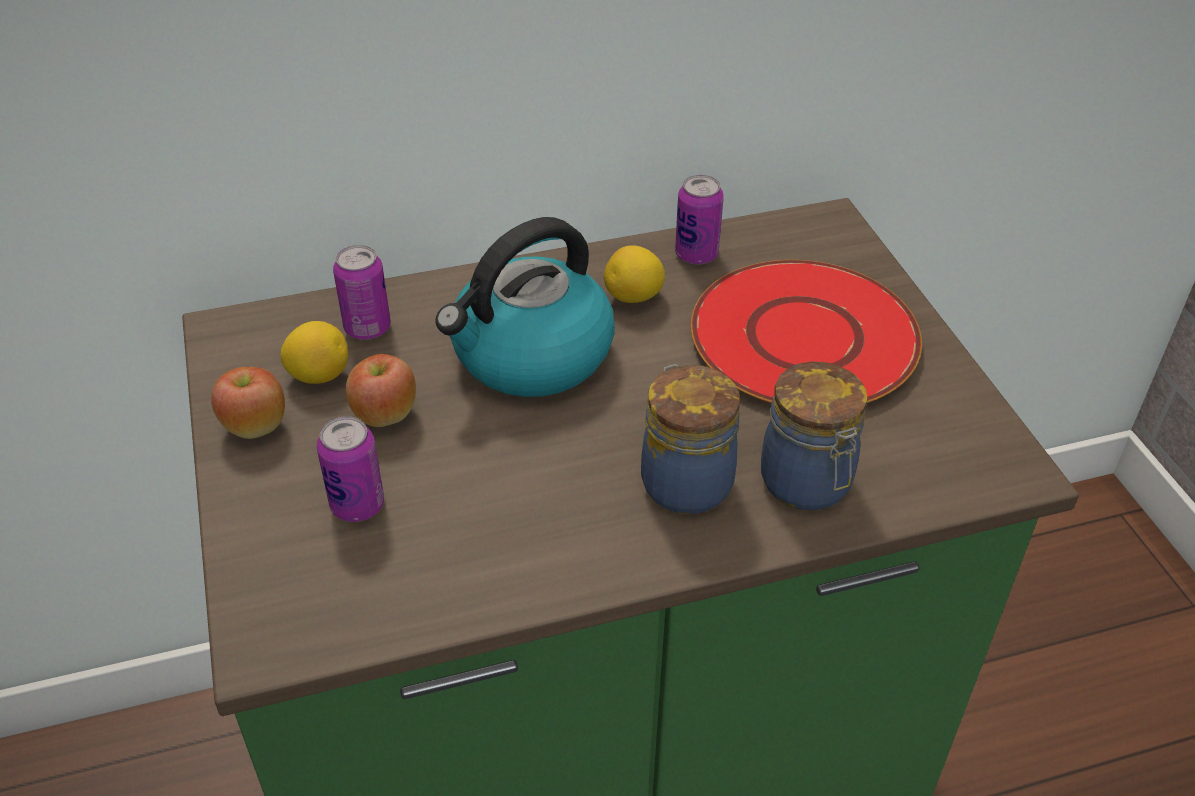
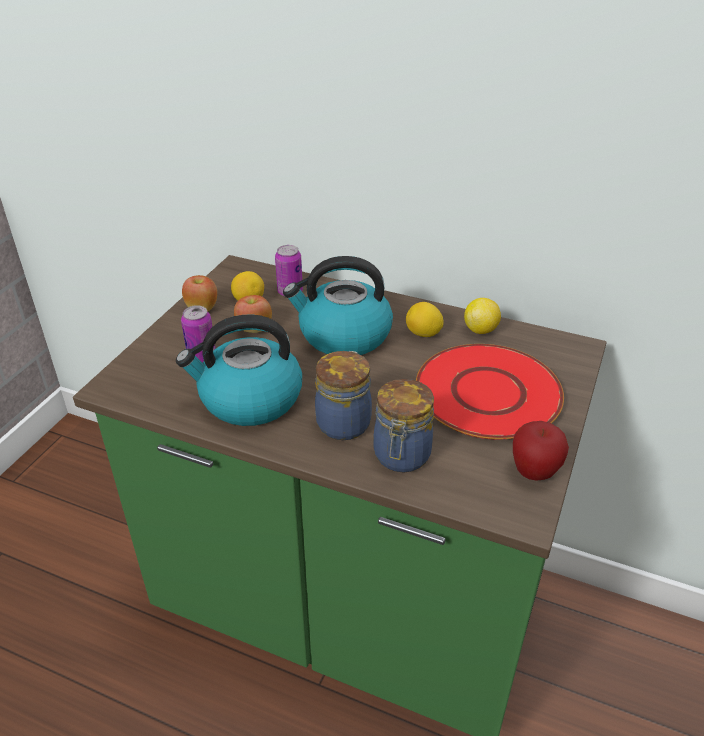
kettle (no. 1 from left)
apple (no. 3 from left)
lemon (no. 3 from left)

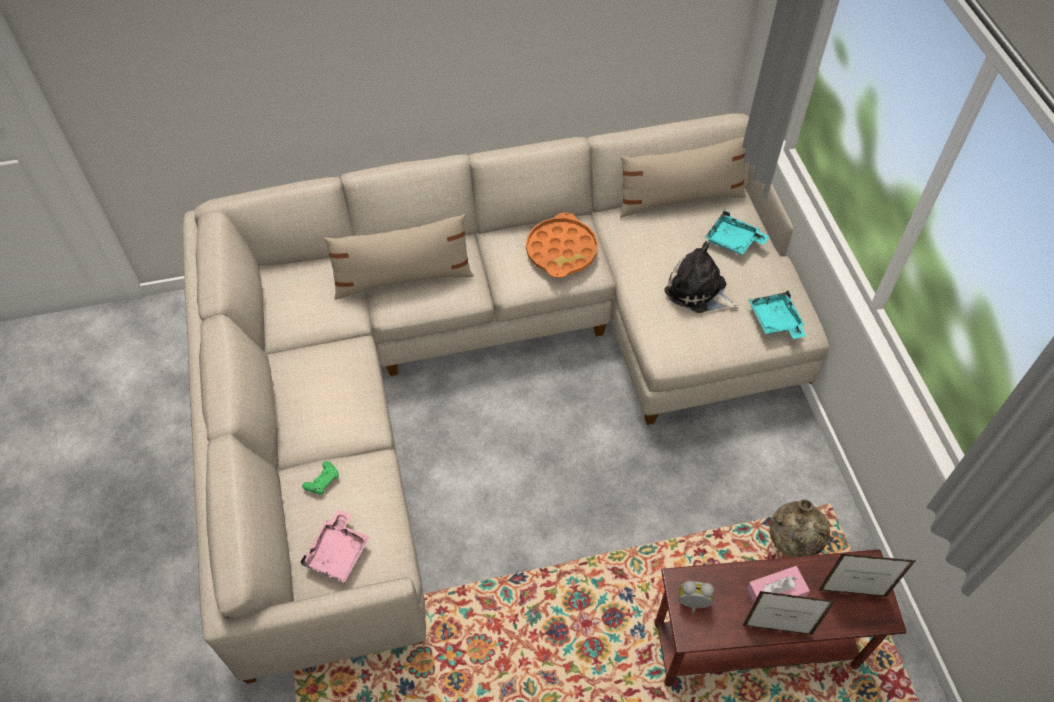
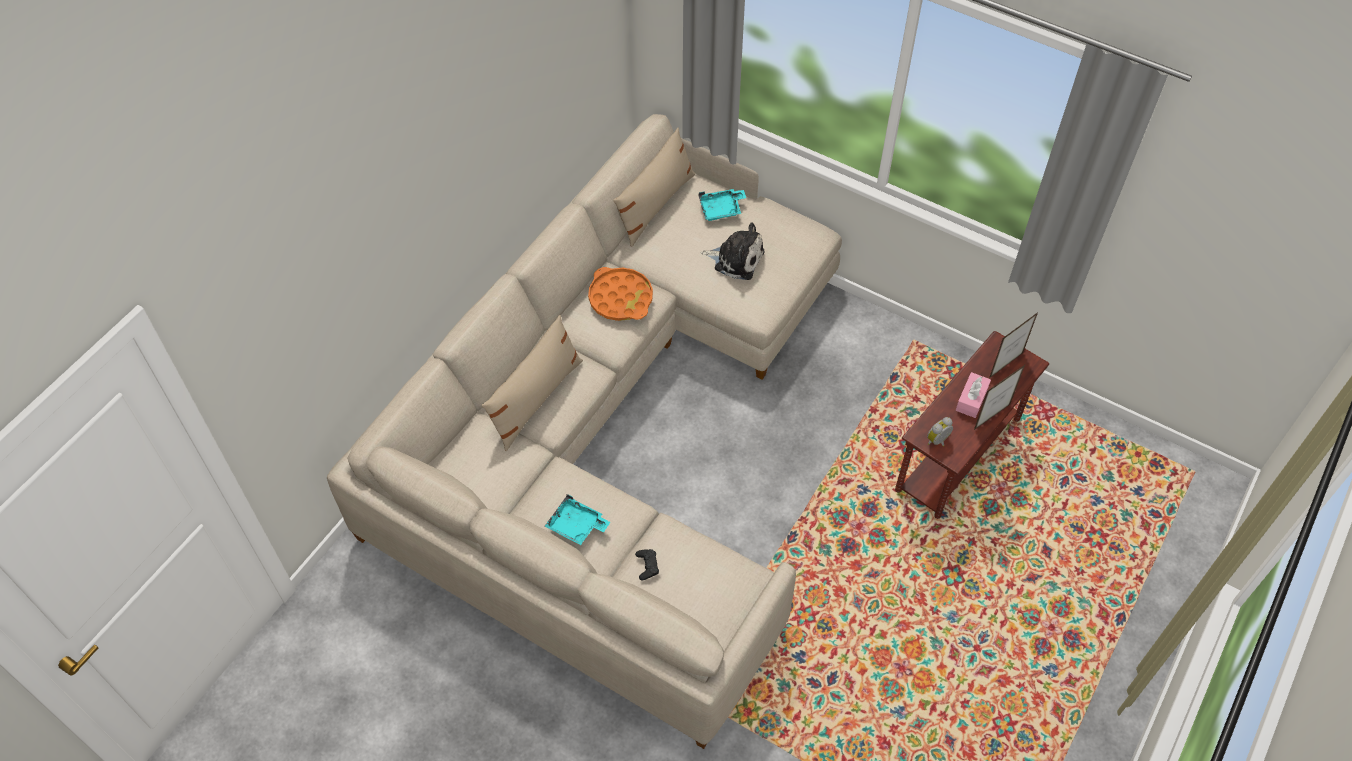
pink tray
beige vase
turquoise tray (no. 1 from left)
black game controller
plush toy

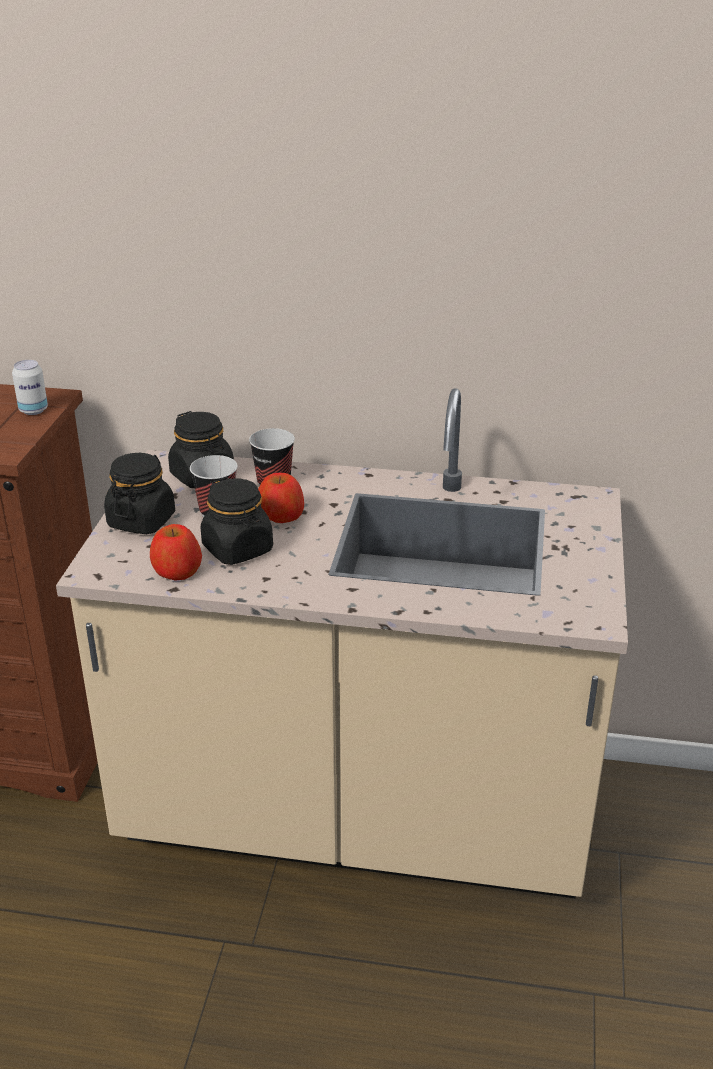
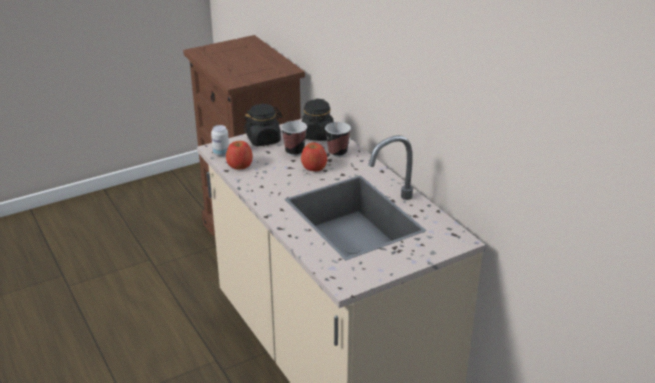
black jar (no. 3 from left in the first image)
can

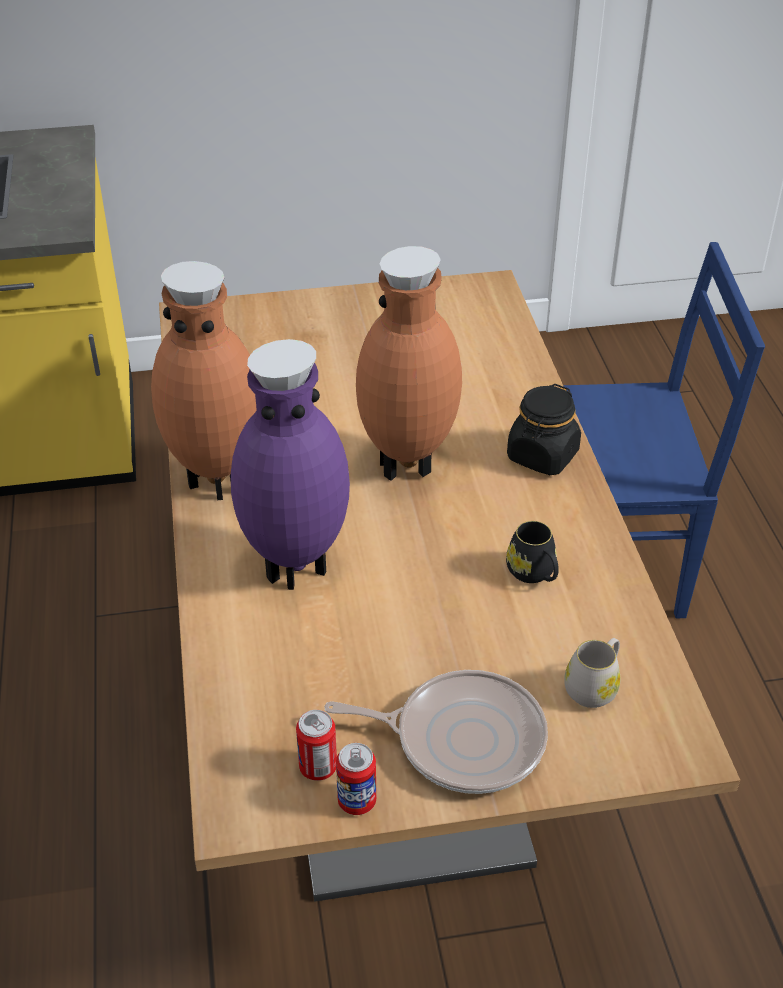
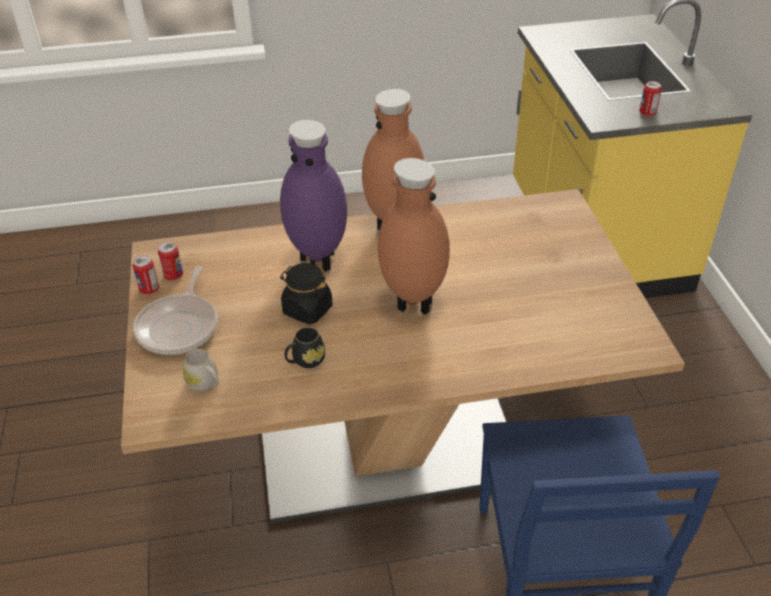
can (no. 3 from left)
black jar

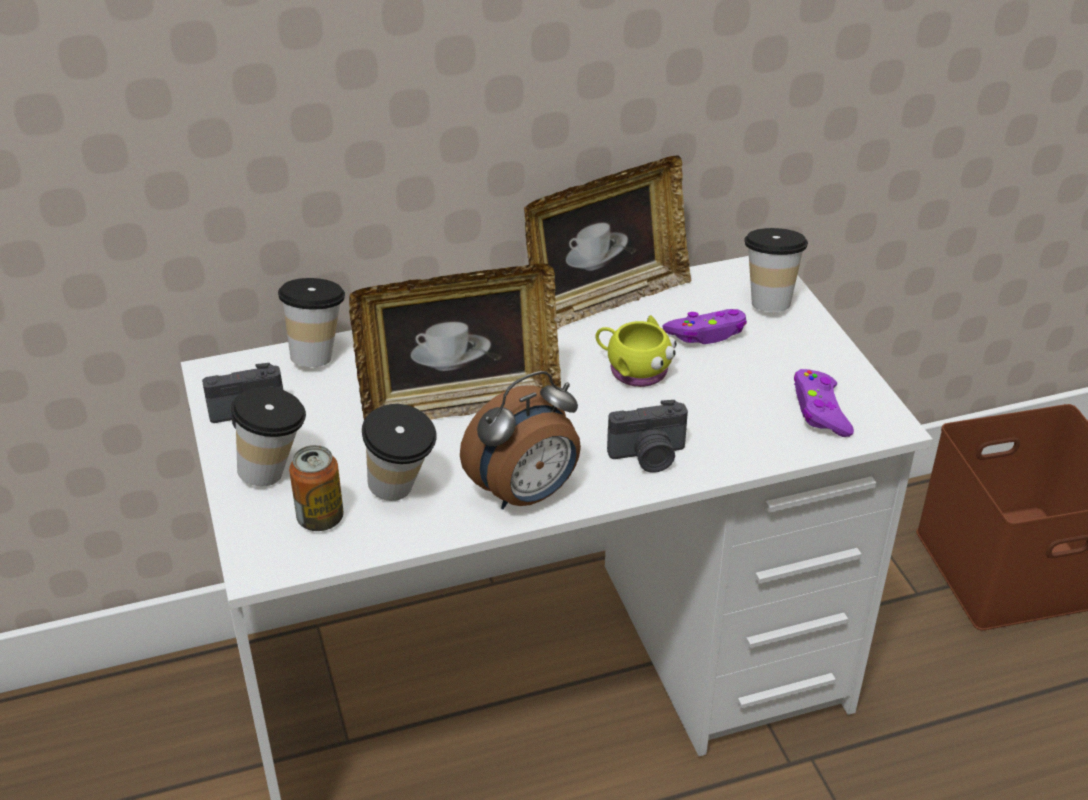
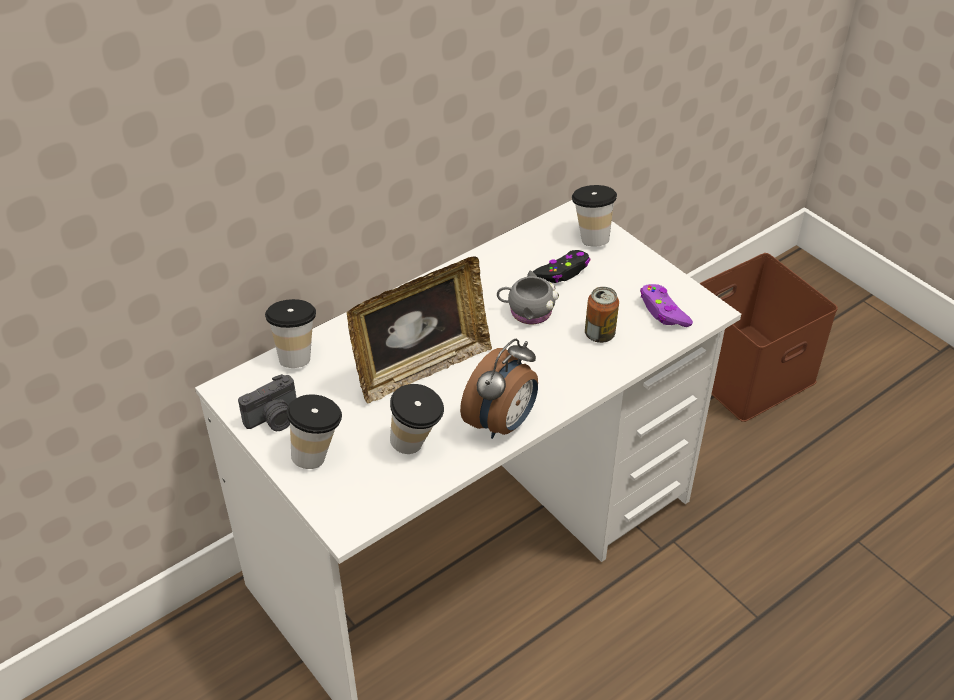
picture frame (no. 2 from left in the first image)
photo camera (no. 2 from left in the first image)
can
grey mug
black game controller

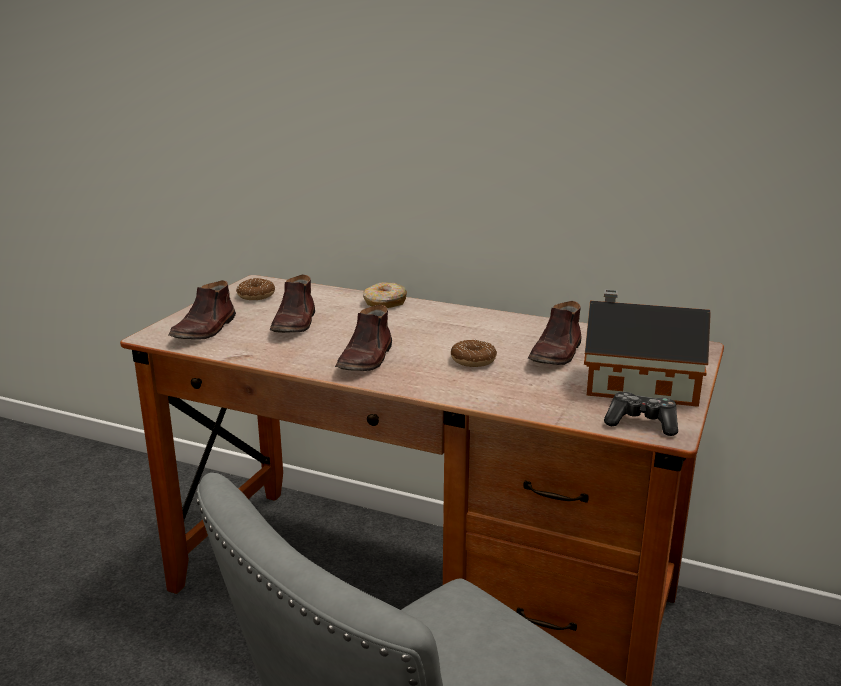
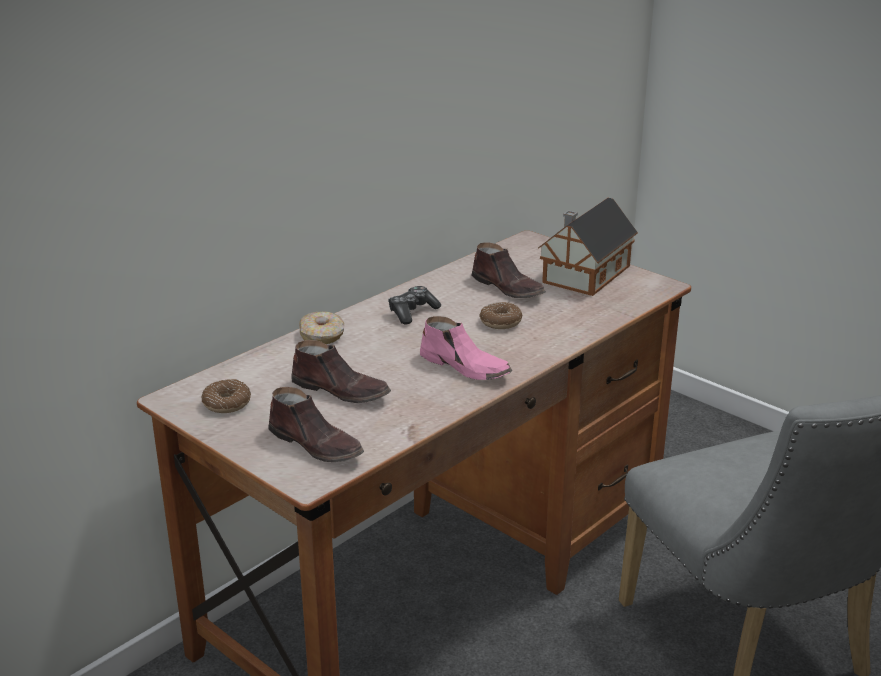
game controller
pink shoe

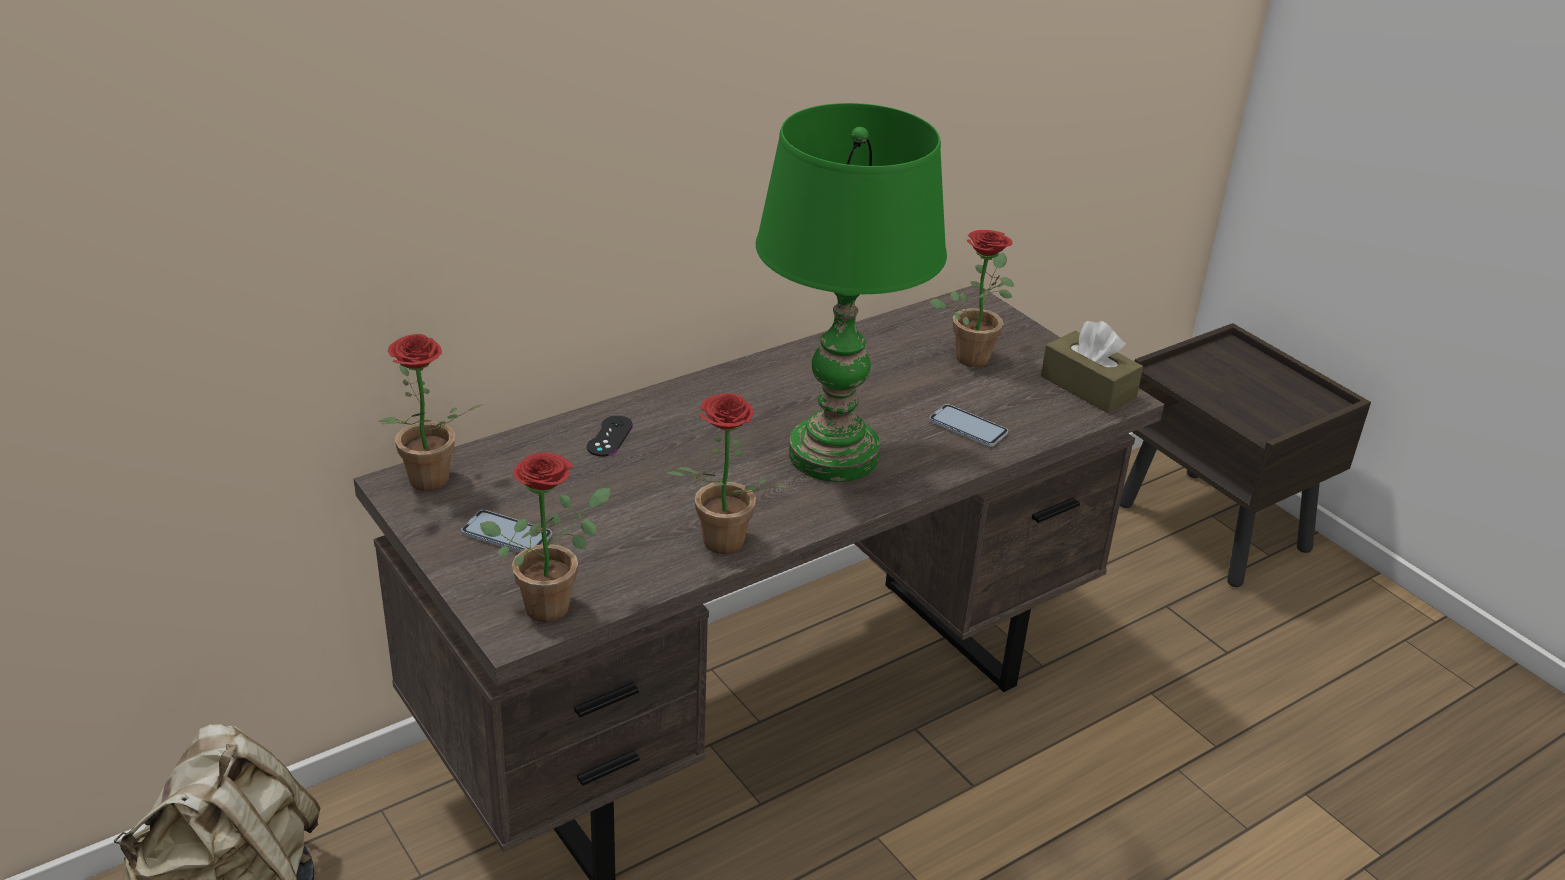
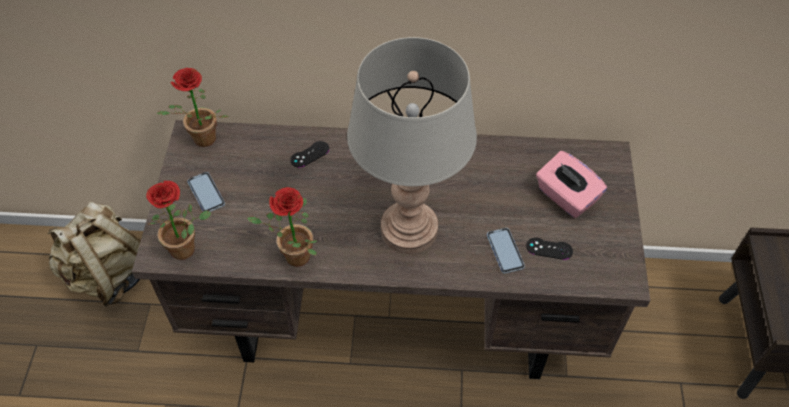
brown tissue box
black game controller (no. 2 from left)
pink tissue box
grey table lamp

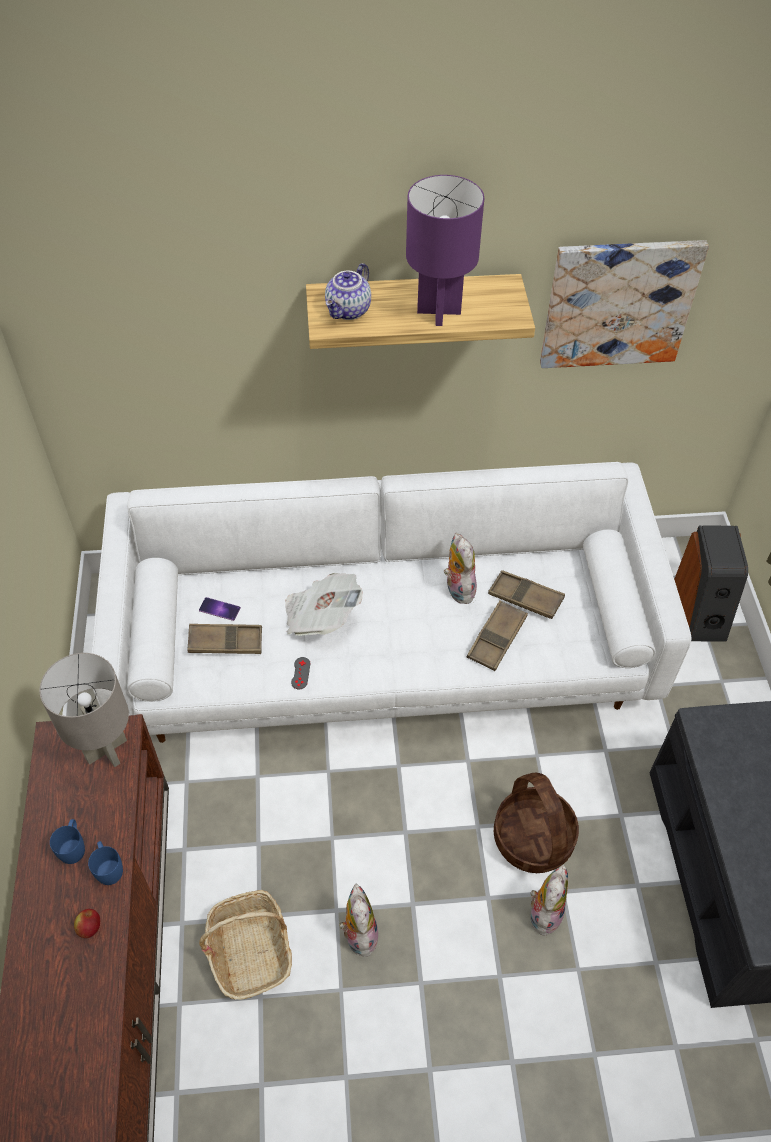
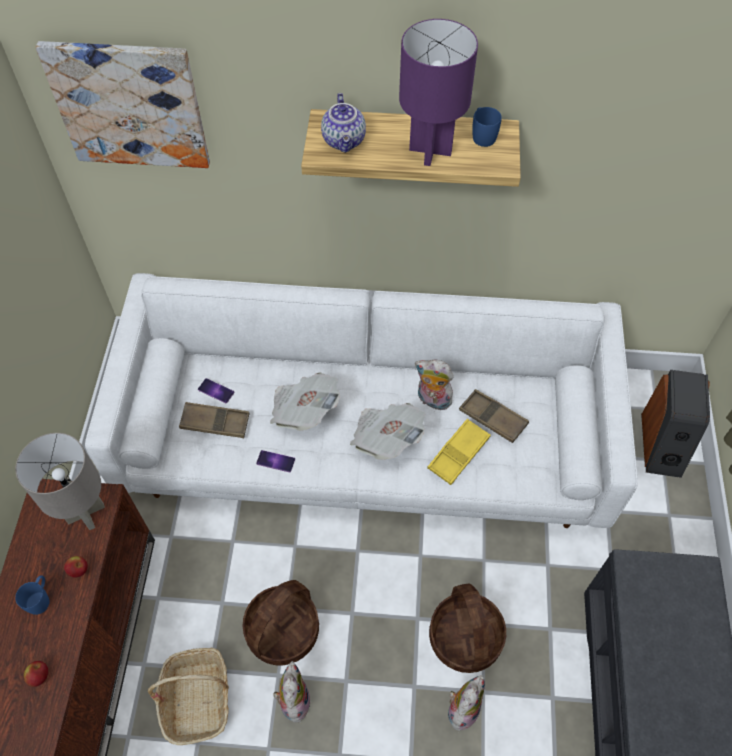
apple (no. 2 from left)
basket (no. 2 from left)
newspaper (no. 2 from left)
blue mug (no. 2 from left)
picture
phone (no. 2 from left)
yellow tray
teapot
plush toy (no. 2 from left)

